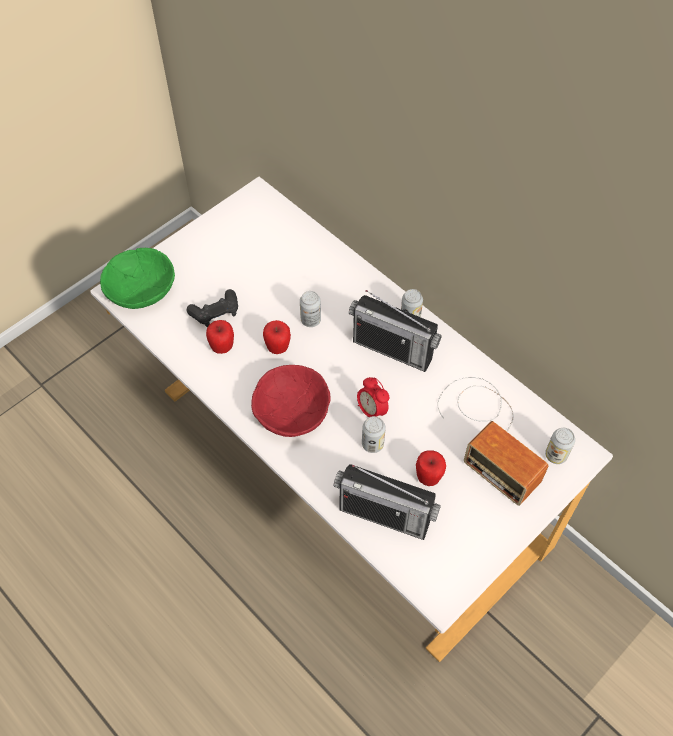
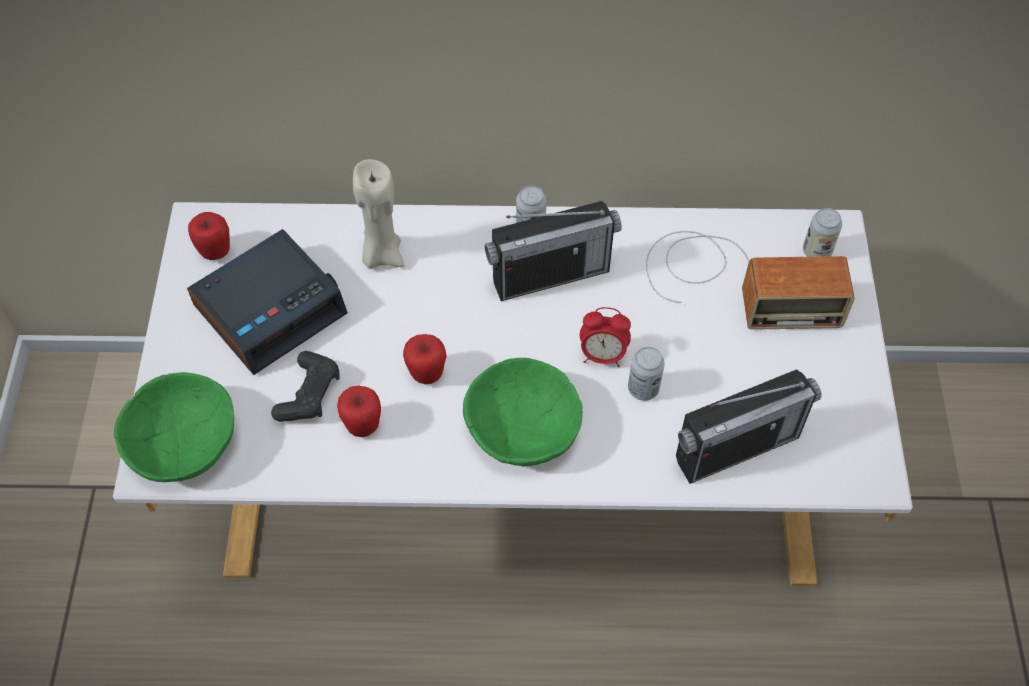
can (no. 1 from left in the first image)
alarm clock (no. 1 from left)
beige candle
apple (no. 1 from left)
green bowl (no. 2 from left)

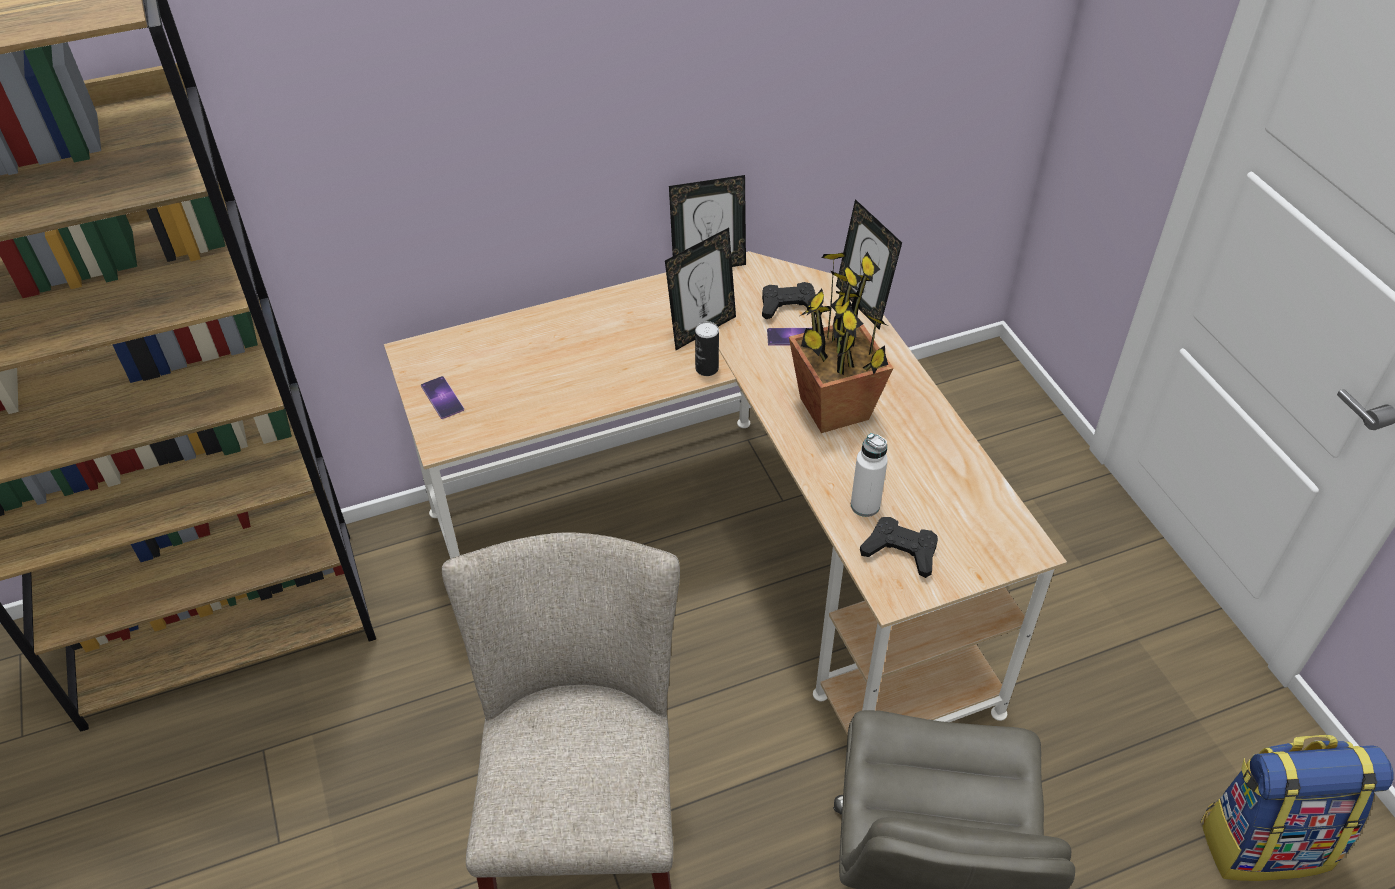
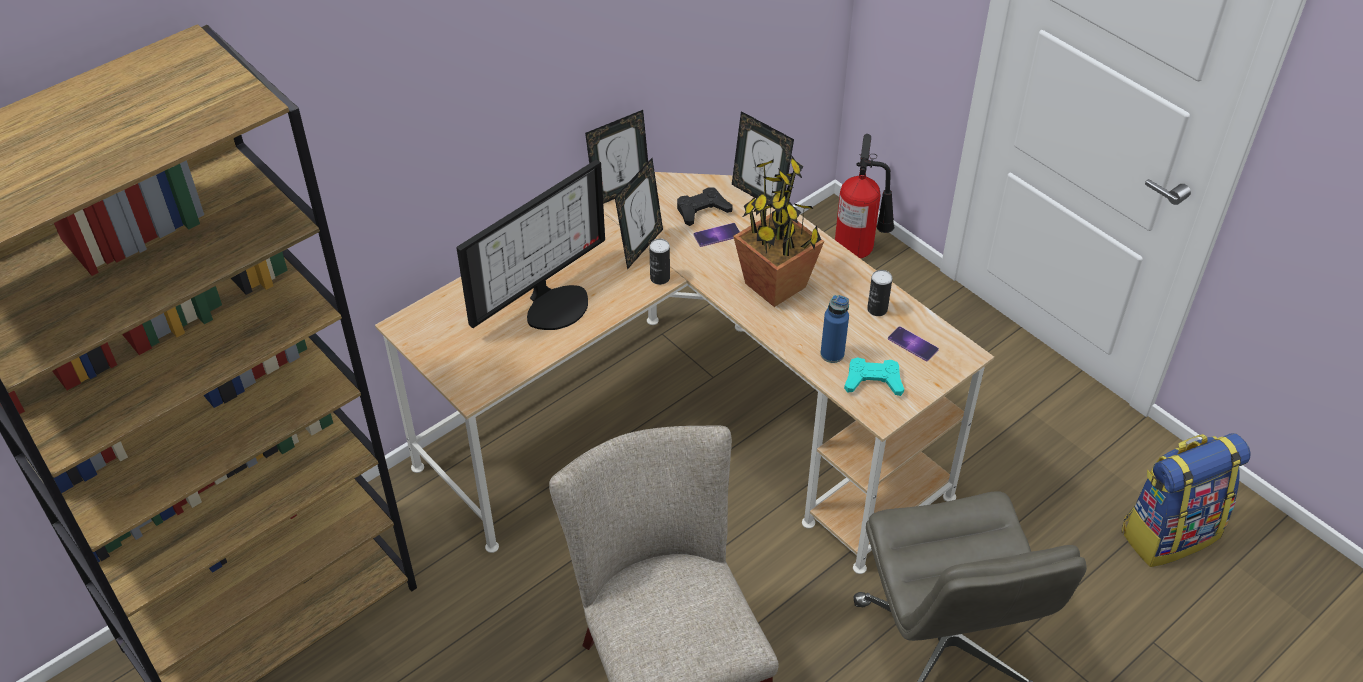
monitor
fire extinguisher
can (no. 2 from left)
phone (no. 2 from left)
blue bottle
turquoise game controller

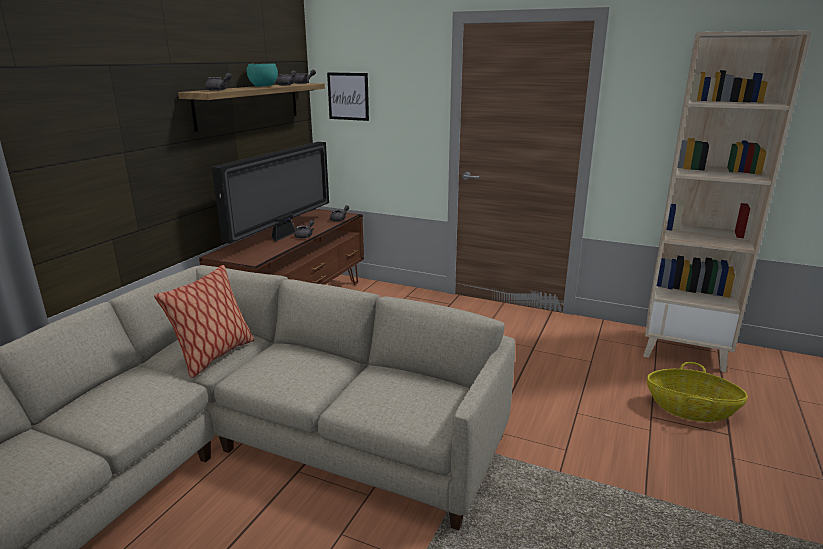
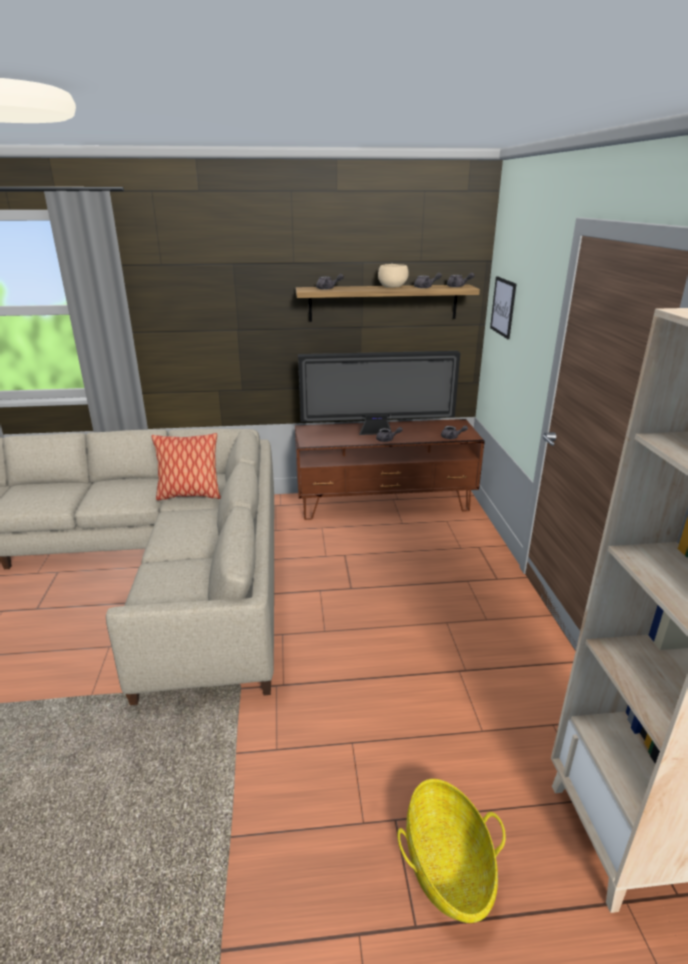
beige bowl

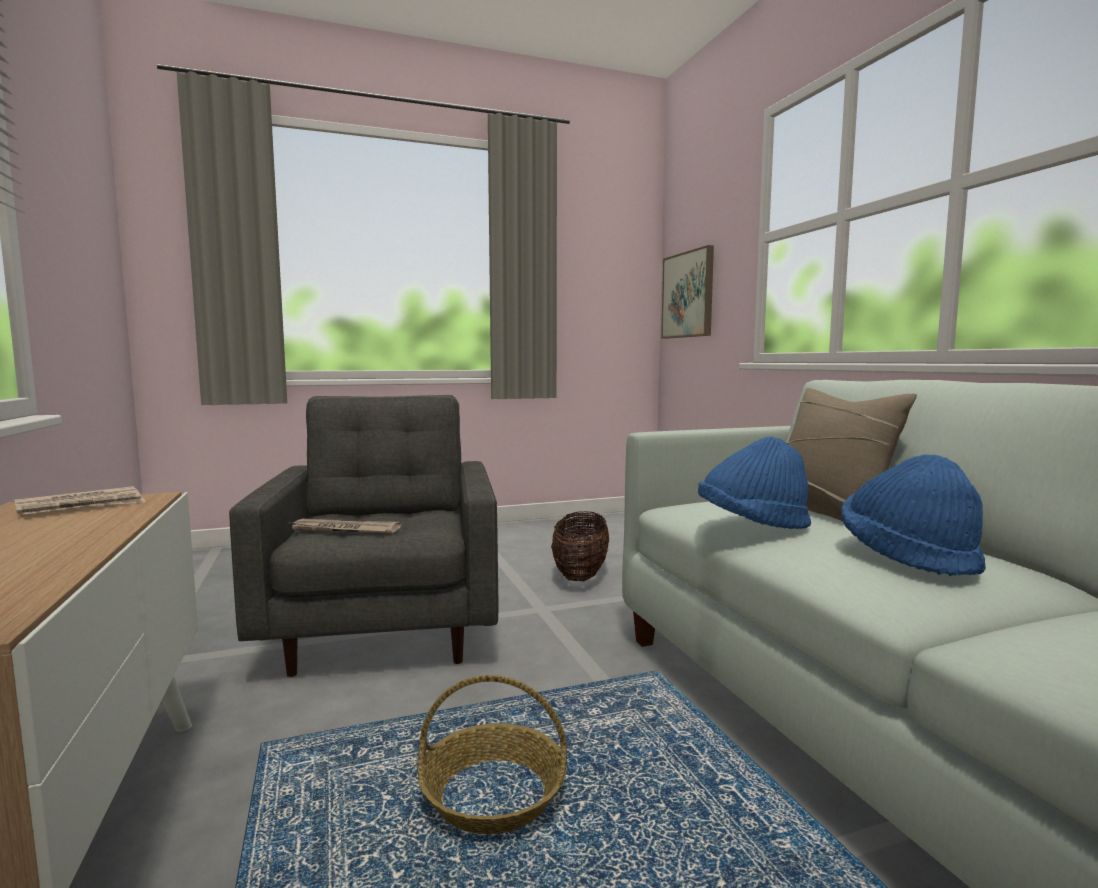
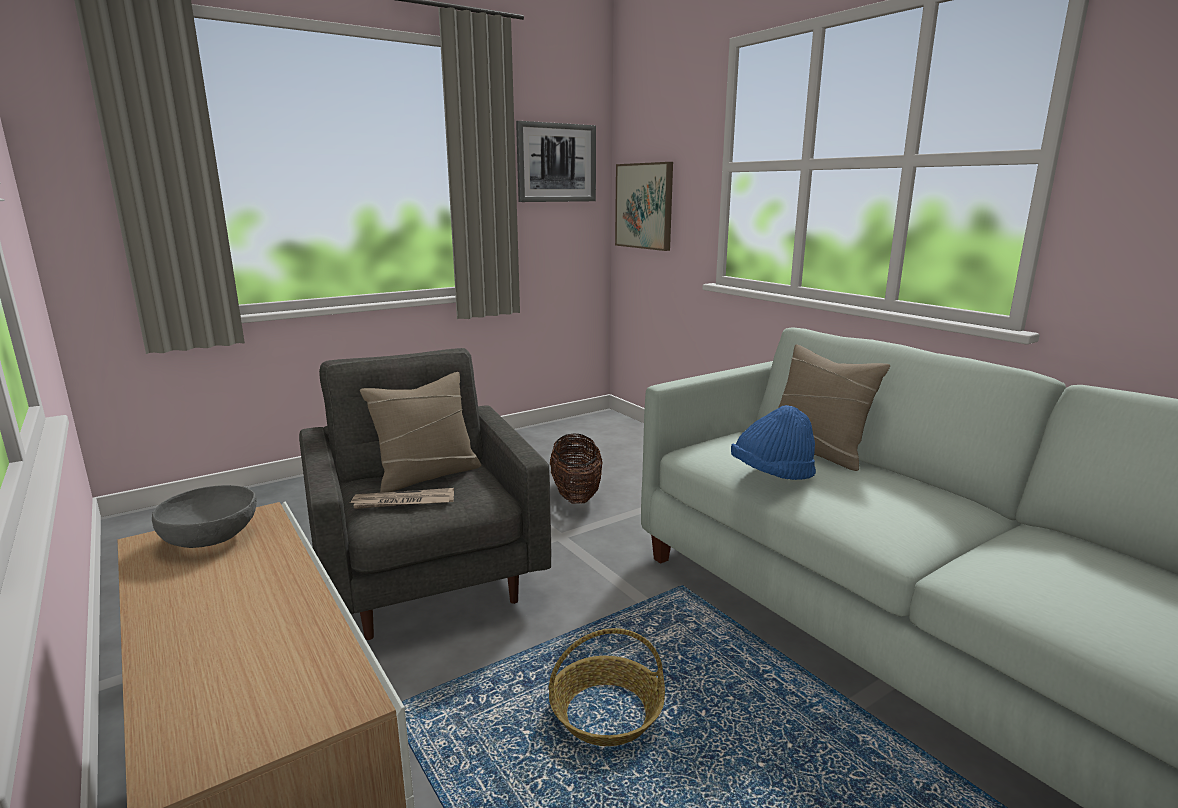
blue hat (no. 2 from left in the first image)
beige pillow (no. 1 from left)
picture (no. 1 from left)
grey bowl

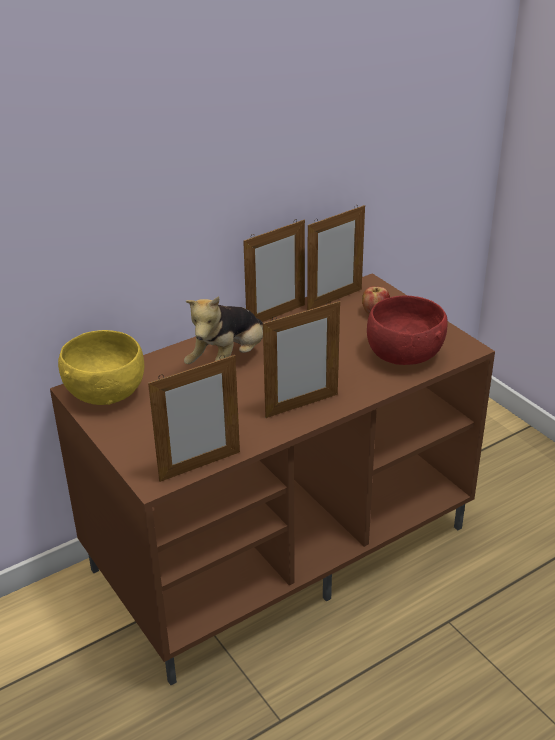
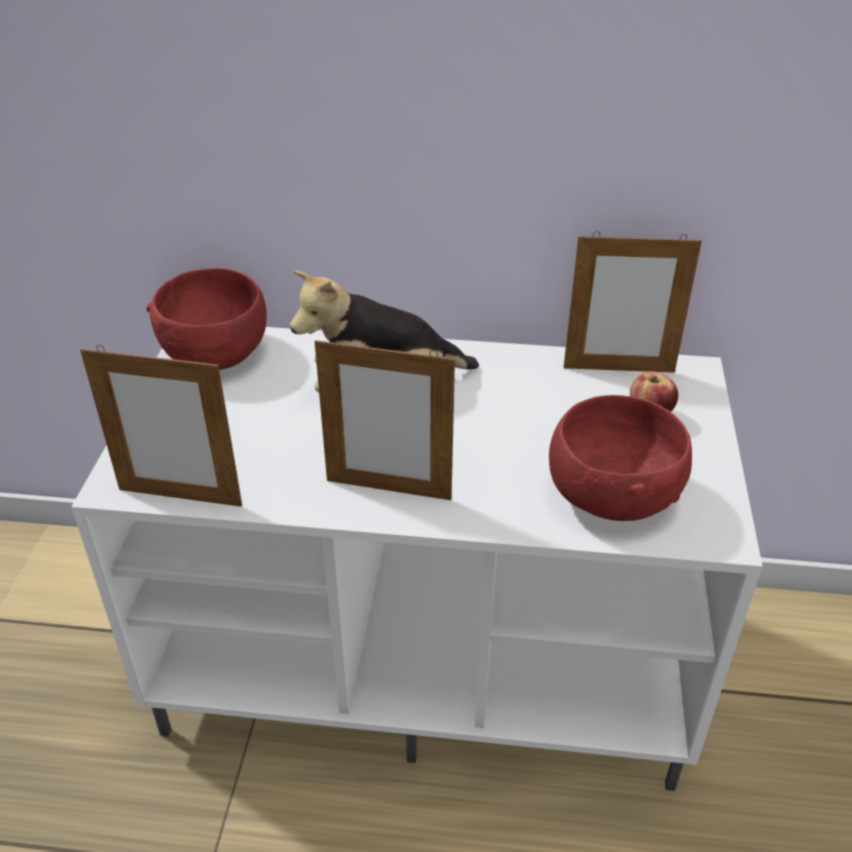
picture frame (no. 2 from left in the first image)
white tv stand
red bowl (no. 1 from left)

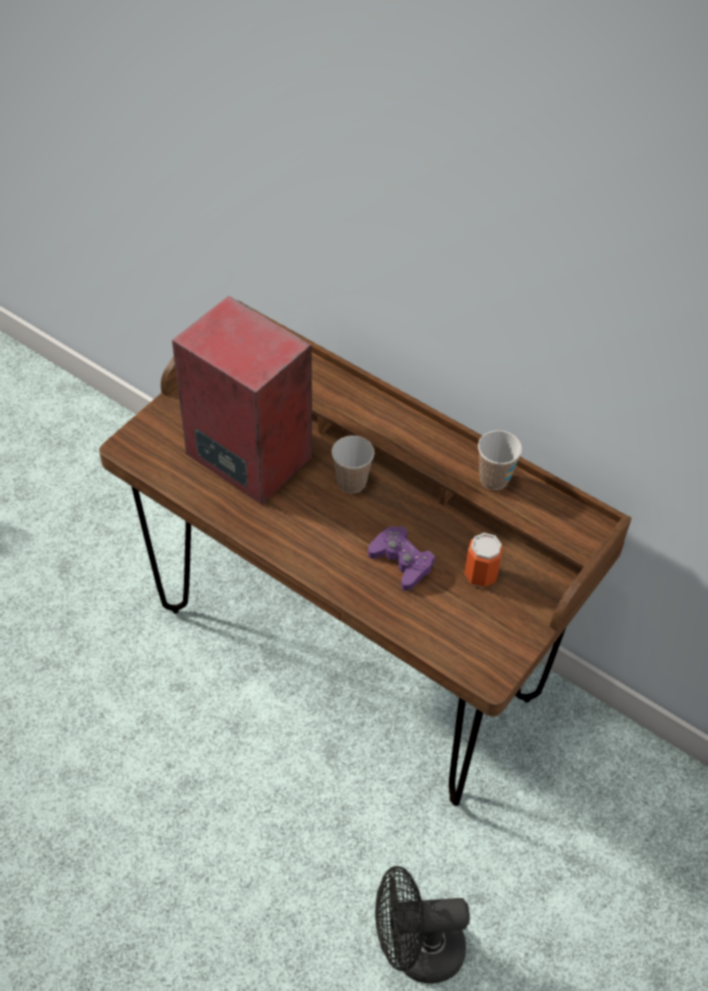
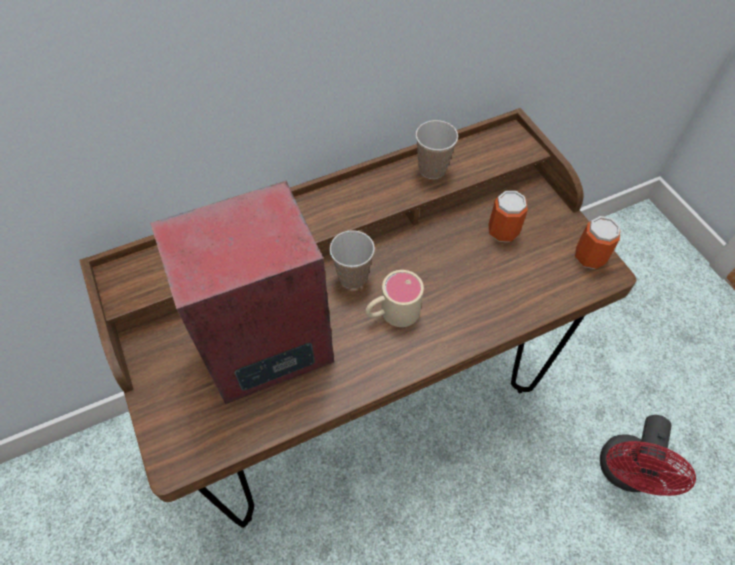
purple game controller
beige mug
can (no. 2 from left)
red fan

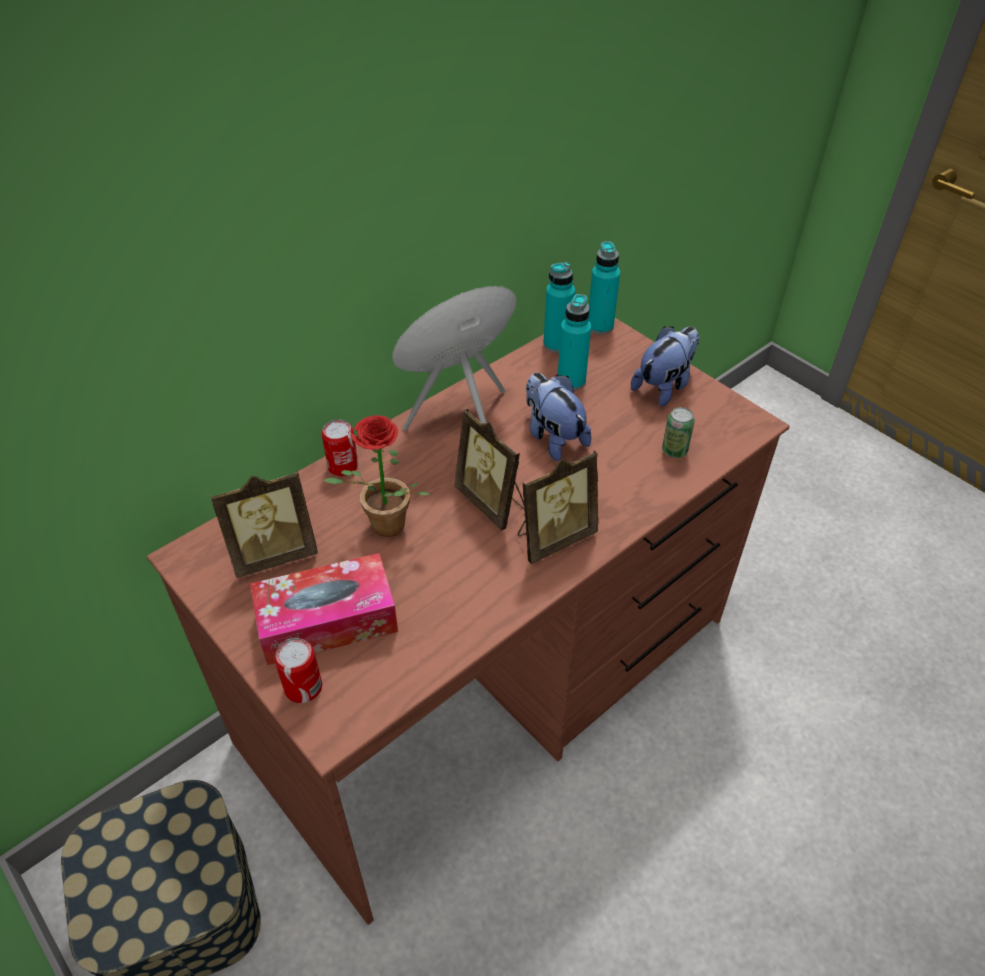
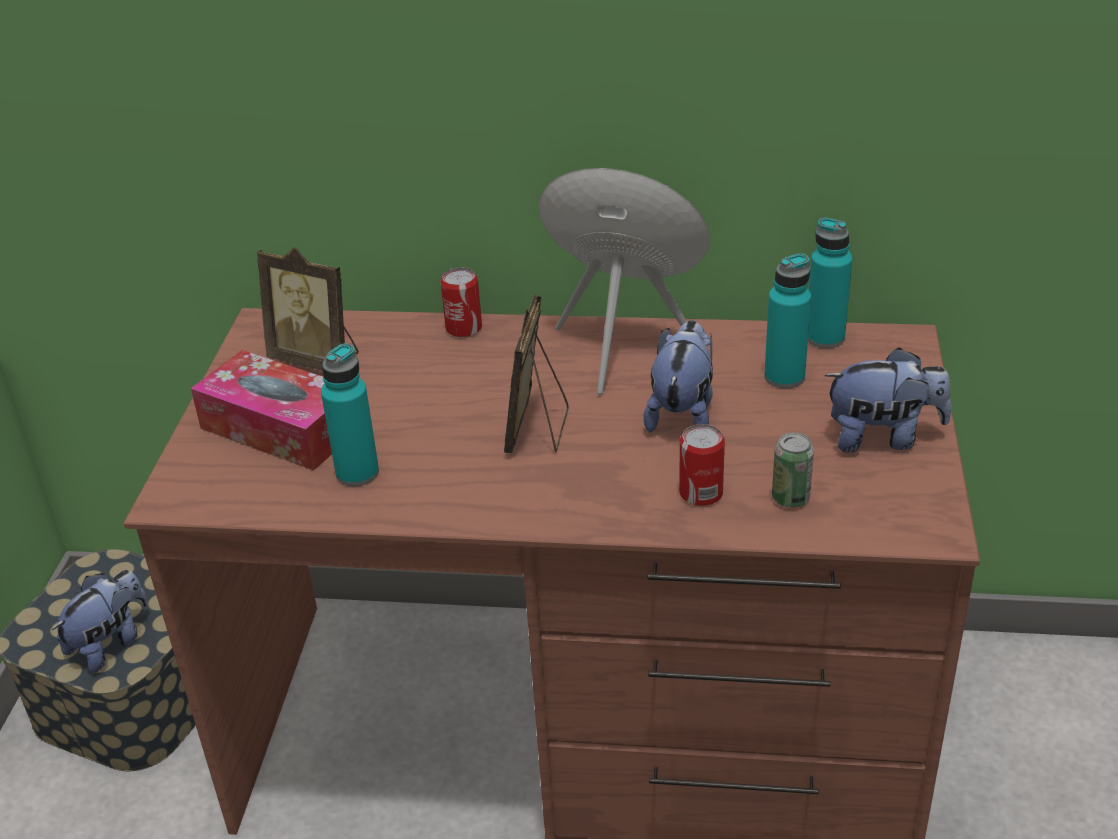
potted plant
picture frame (no. 3 from left in the first image)
plush toy (no. 1 from left)
can (no. 2 from left)
turquoise bottle (no. 1 from left)

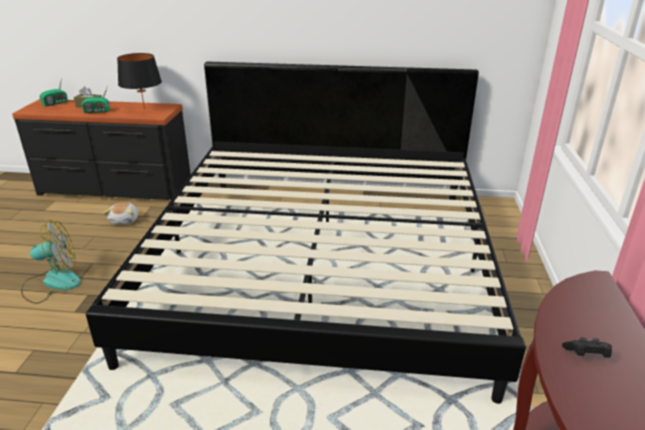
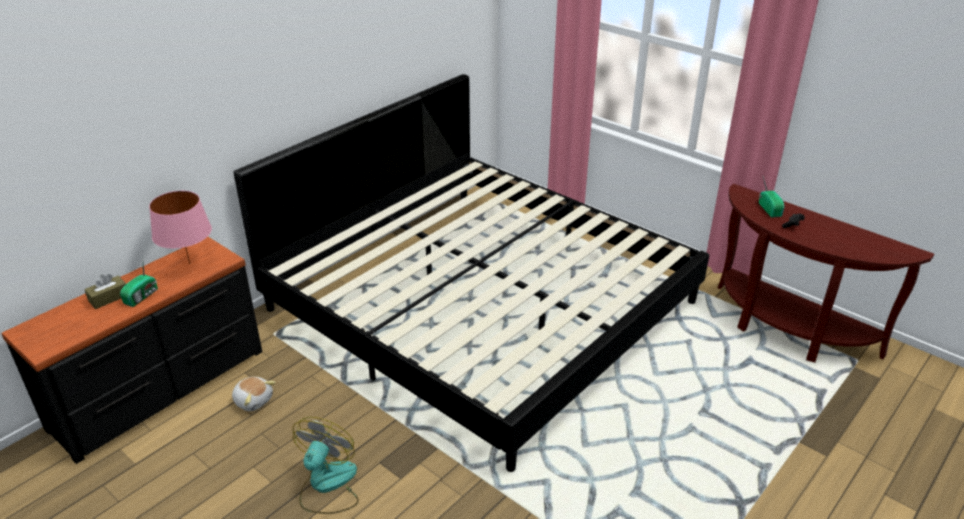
radio (no. 2 from left)
pink table lamp

